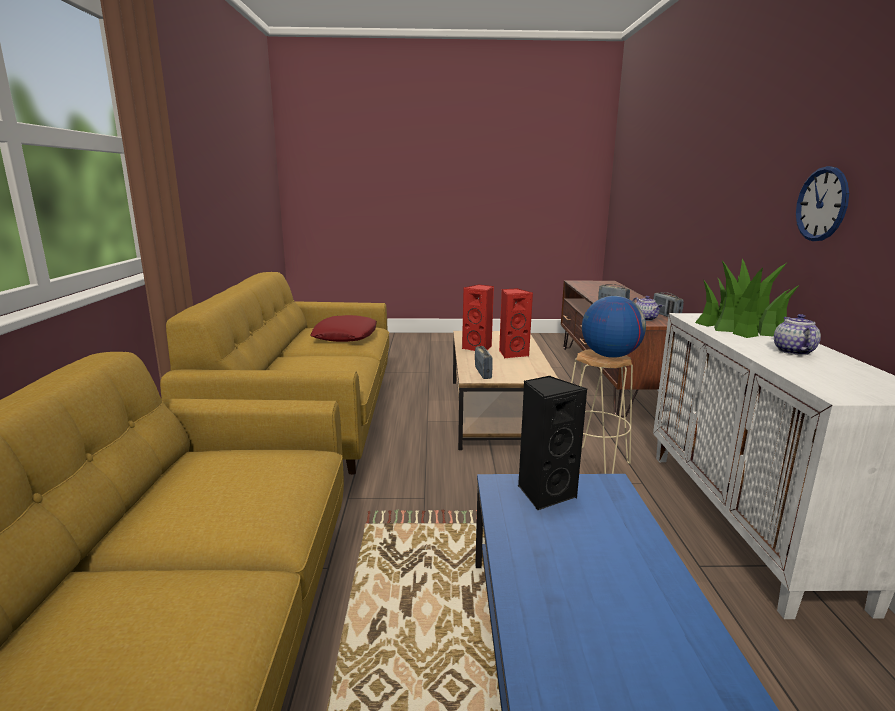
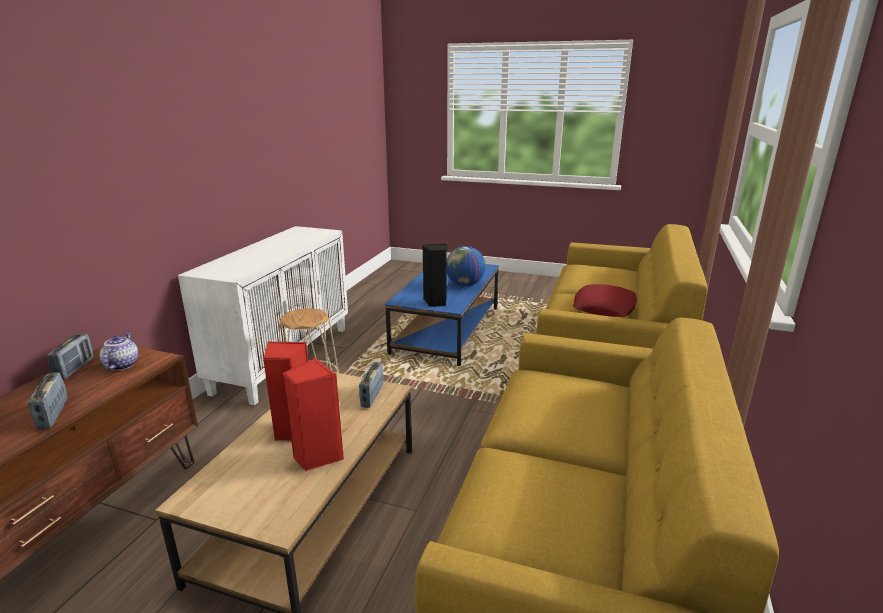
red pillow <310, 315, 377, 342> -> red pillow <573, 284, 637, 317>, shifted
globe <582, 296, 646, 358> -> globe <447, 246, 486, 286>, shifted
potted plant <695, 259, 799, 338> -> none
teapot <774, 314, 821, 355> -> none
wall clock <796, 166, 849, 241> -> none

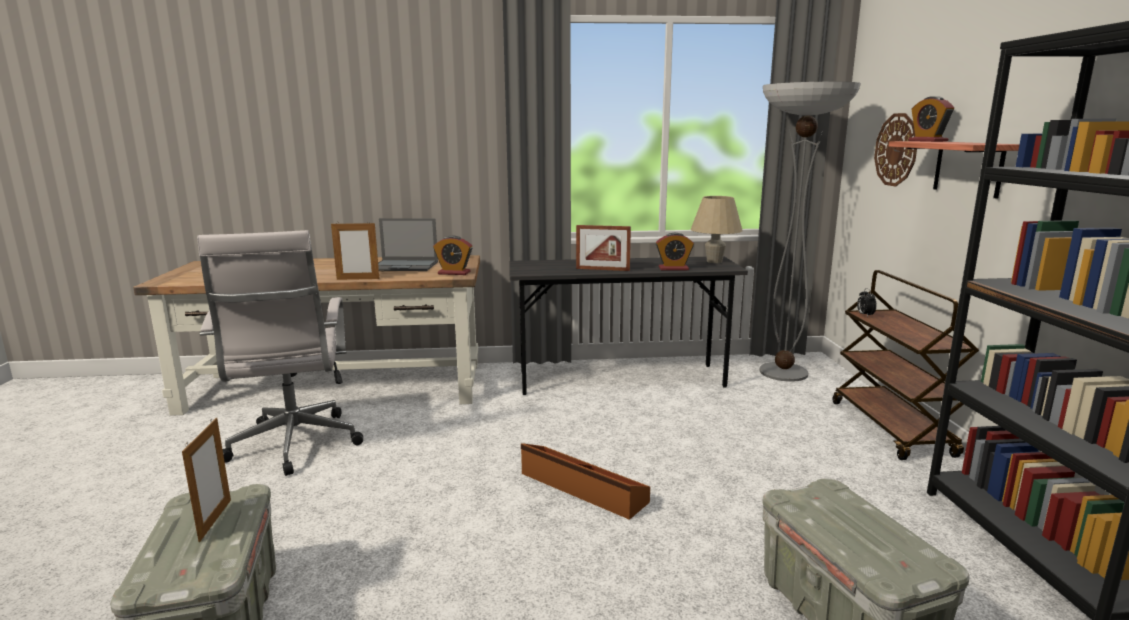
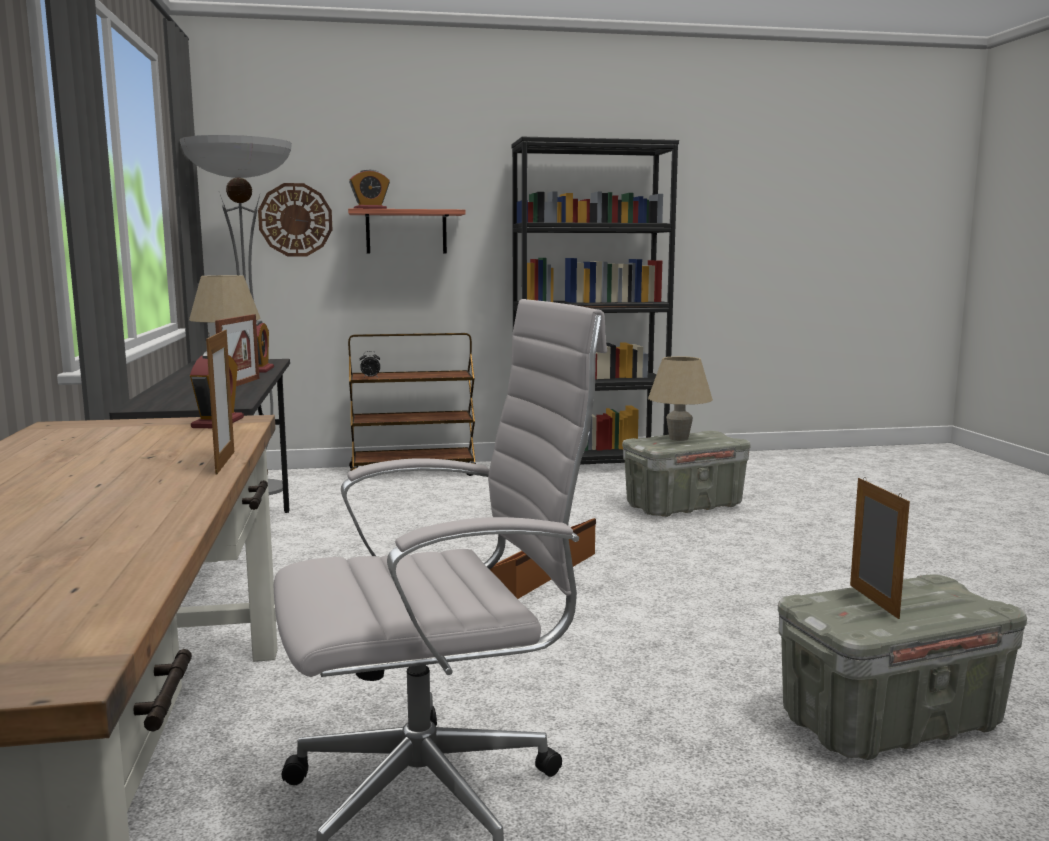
picture frame <182, 418, 231, 542> -> picture frame <850, 477, 910, 619>, 90 degrees clockwise
laptop <378, 218, 438, 271> -> none
none -> beige table lamp <648, 356, 713, 441>

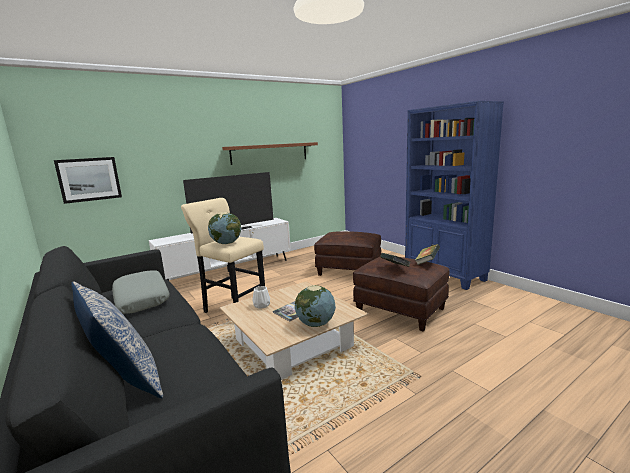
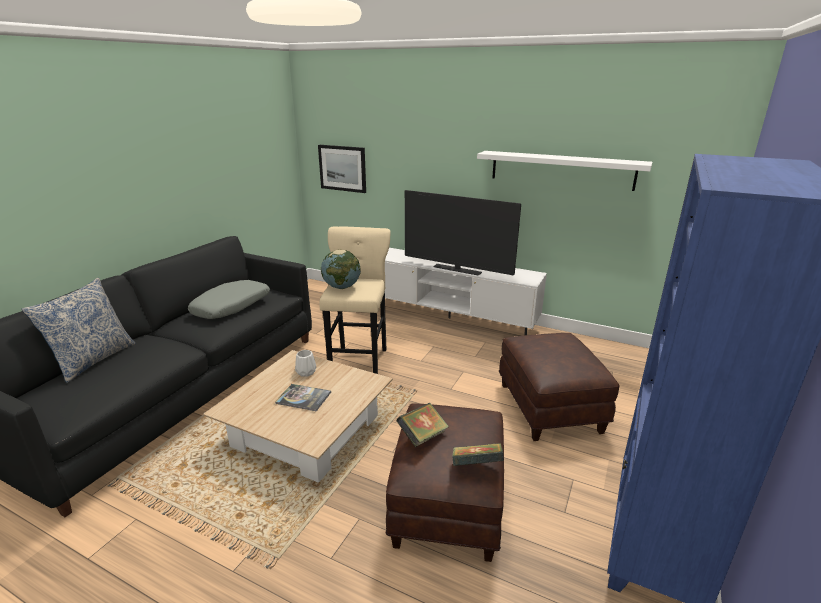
brown shelf <222, 142, 318, 165> -> white shelf <477, 151, 652, 191>
globe <295, 285, 336, 327> -> none

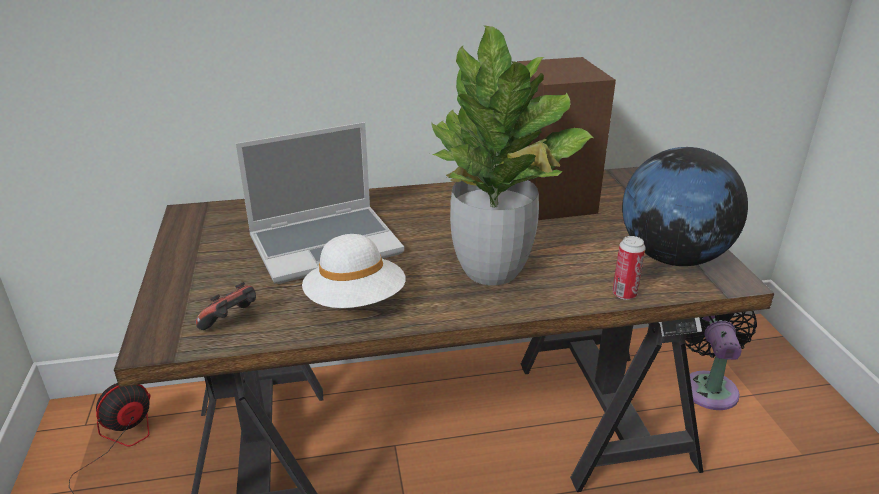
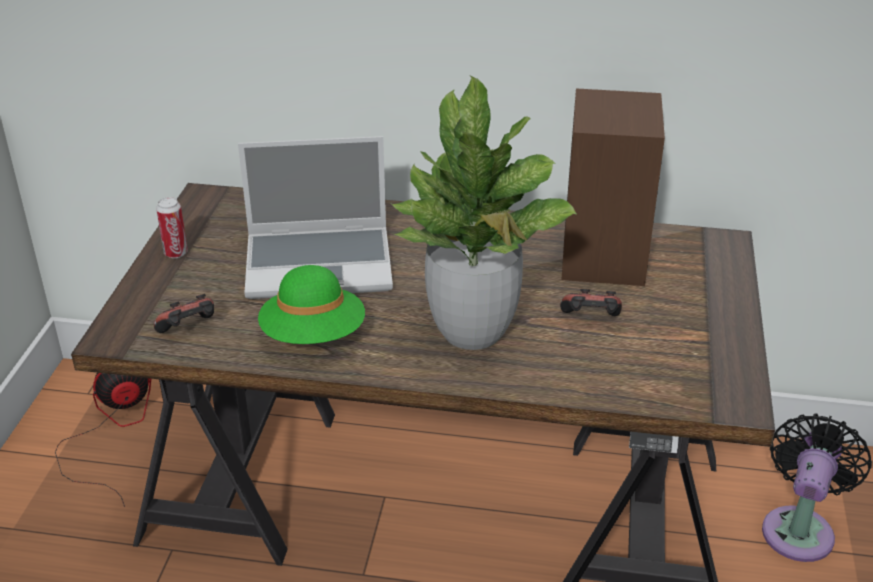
white hat <302, 234, 406, 308> -> green hat <258, 265, 365, 344>
can <612, 236, 646, 300> -> can <156, 197, 188, 258>, shifted
globe <622, 147, 748, 266> -> none
none -> game controller <560, 289, 622, 316>

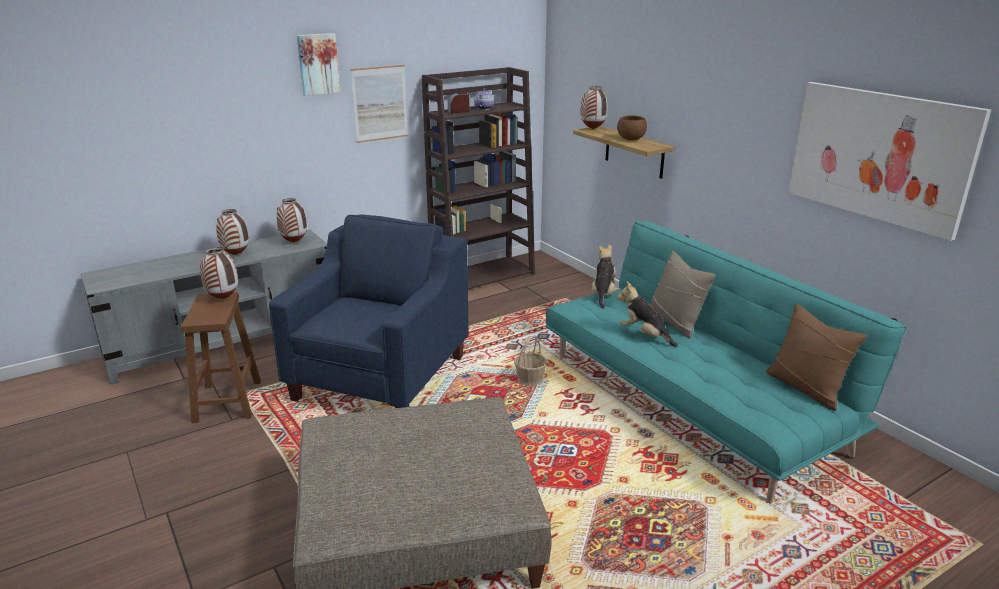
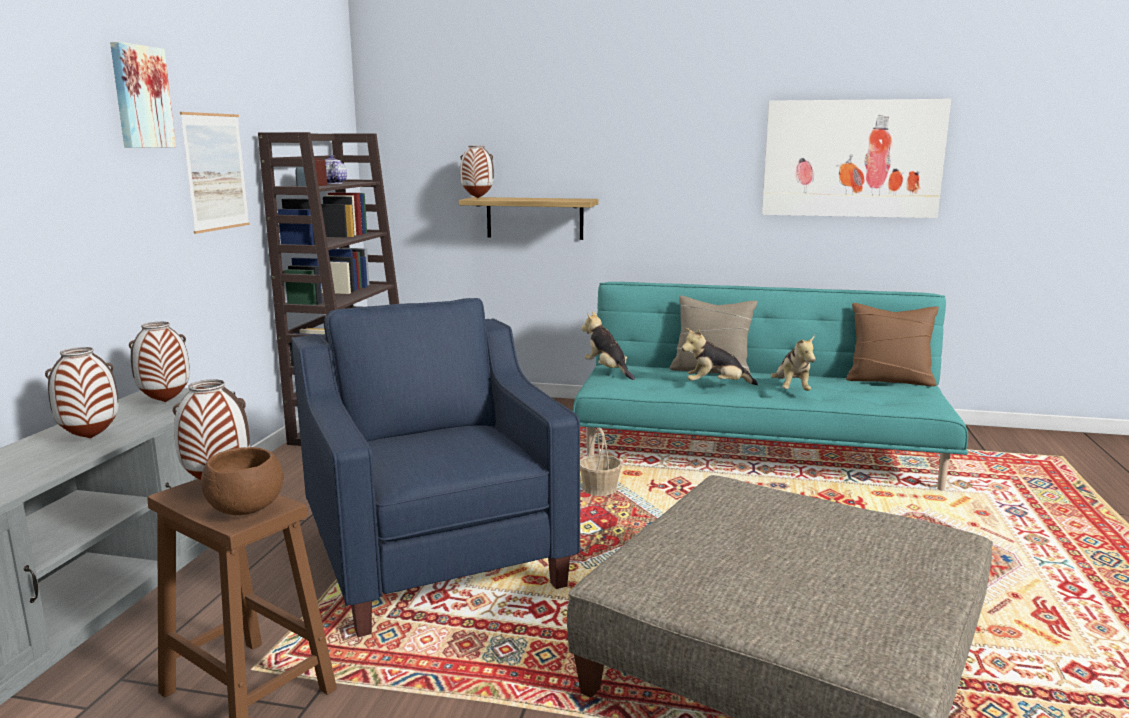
brown bowl <617, 115, 647, 140> -> brown bowl <201, 447, 283, 515>, shifted
none -> plush toy <771, 335, 815, 391>

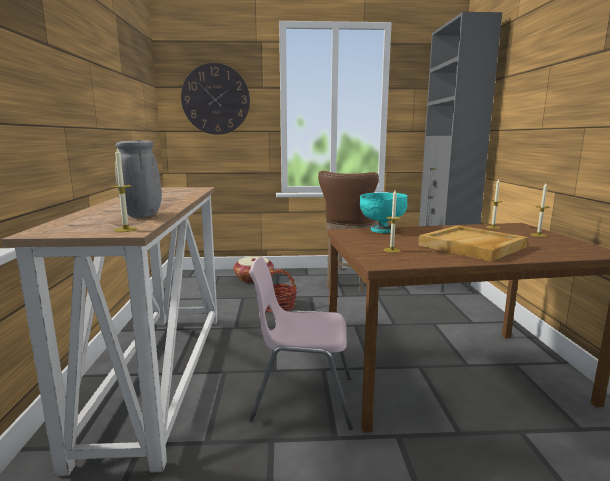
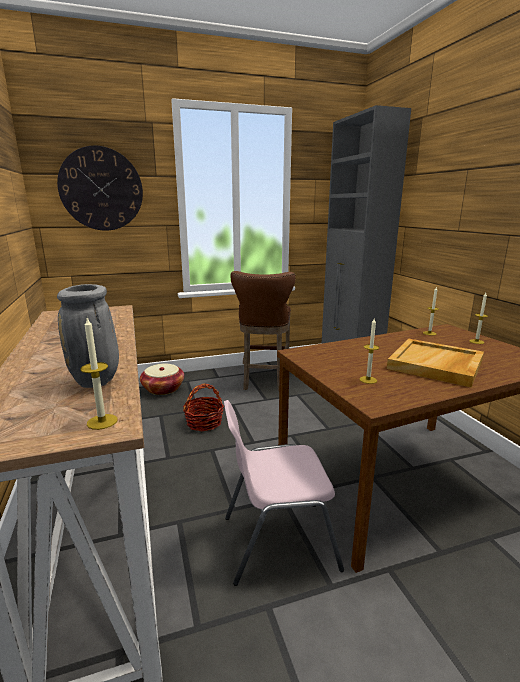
turquoise bowl <360, 192, 407, 233> -> none

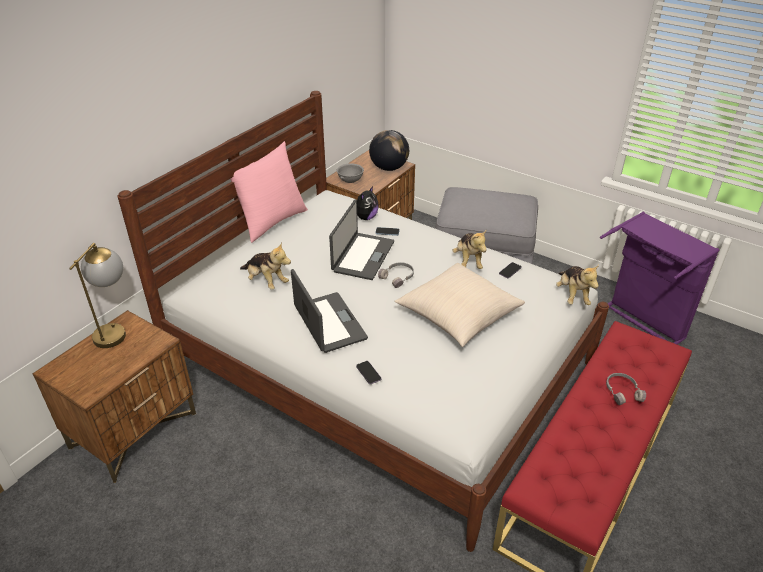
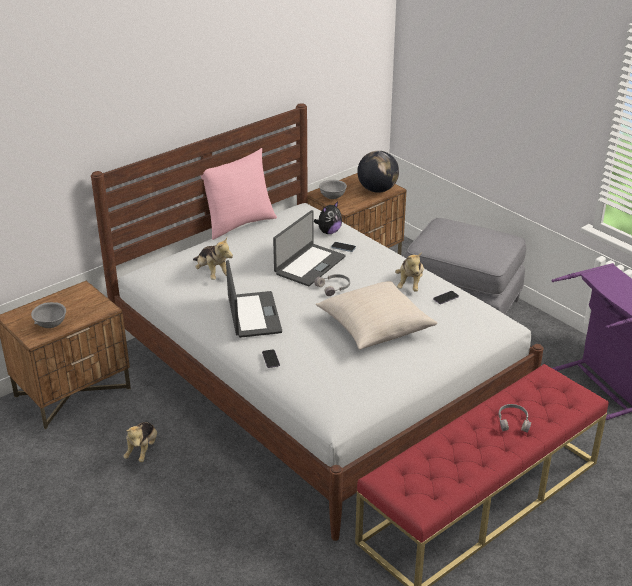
table lamp <69, 243, 126, 348> -> none
plush toy <556, 265, 599, 305> -> plush toy <124, 422, 157, 462>, shifted
none -> grey bowl <31, 302, 66, 328>

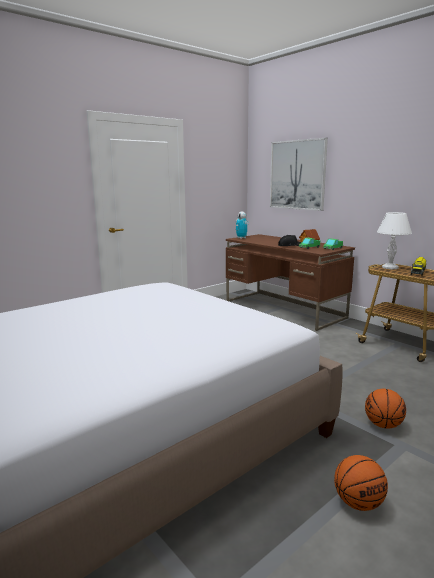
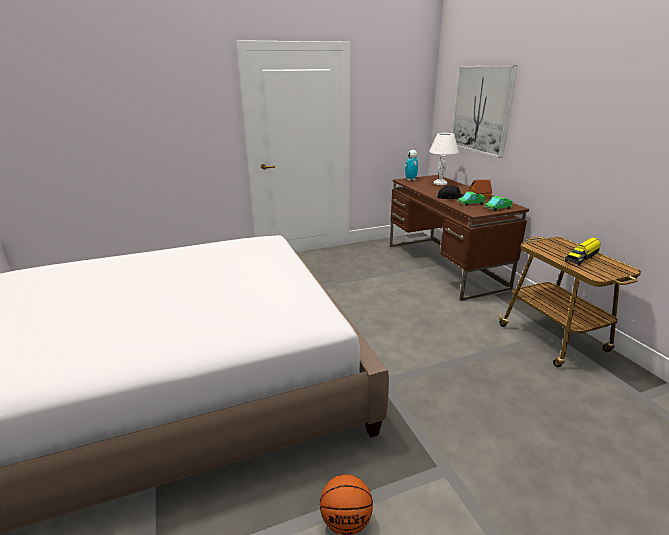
basketball <365, 389, 406, 429> -> none
white table lamp <377, 212, 412, 269> -> white table lamp <429, 133, 459, 185>, shifted

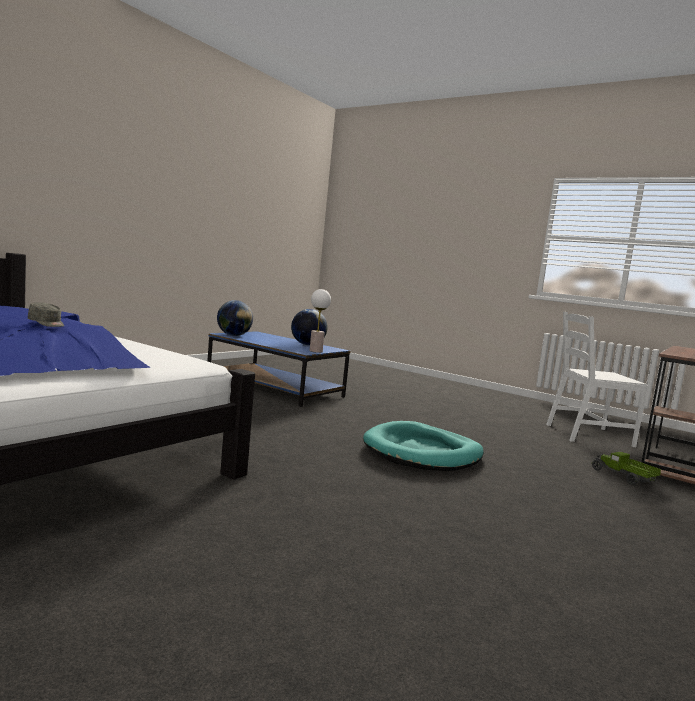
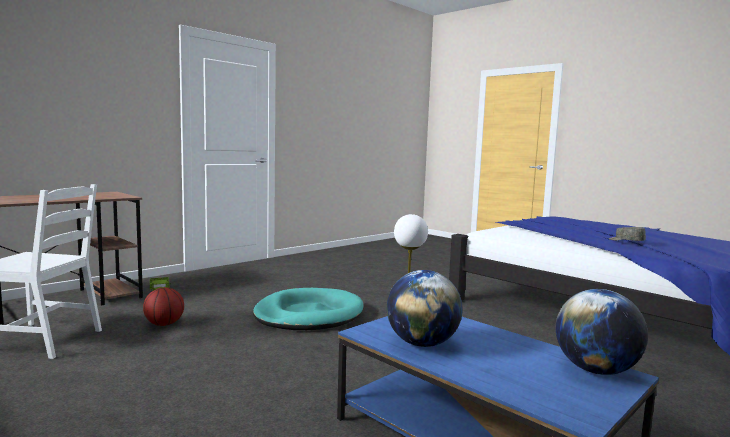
none -> basketball <143, 287, 184, 326>

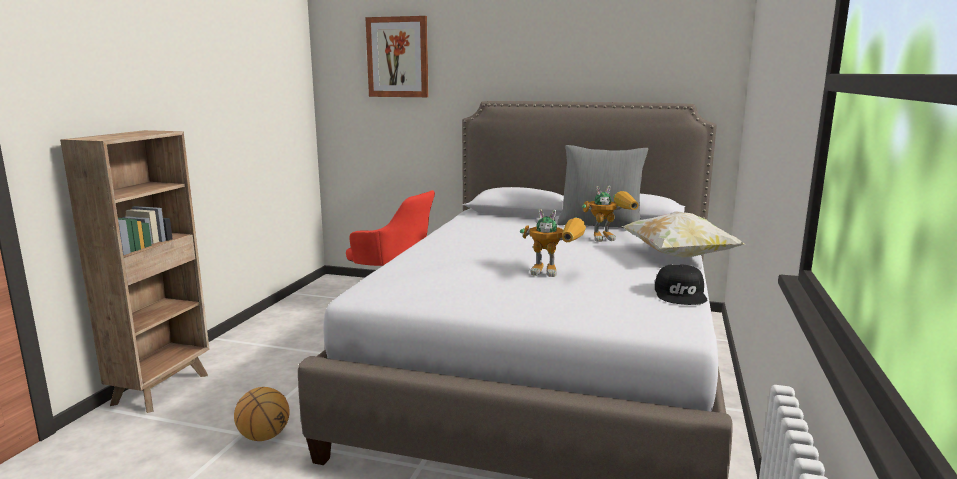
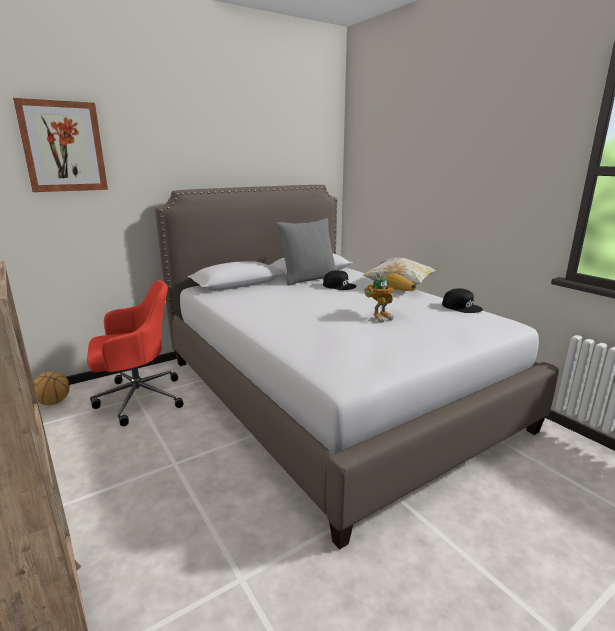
basketball <234, 387, 290, 441> -> basketball <33, 371, 70, 405>, shifted
toy robot <582, 186, 639, 242> -> black cap <323, 270, 357, 290>

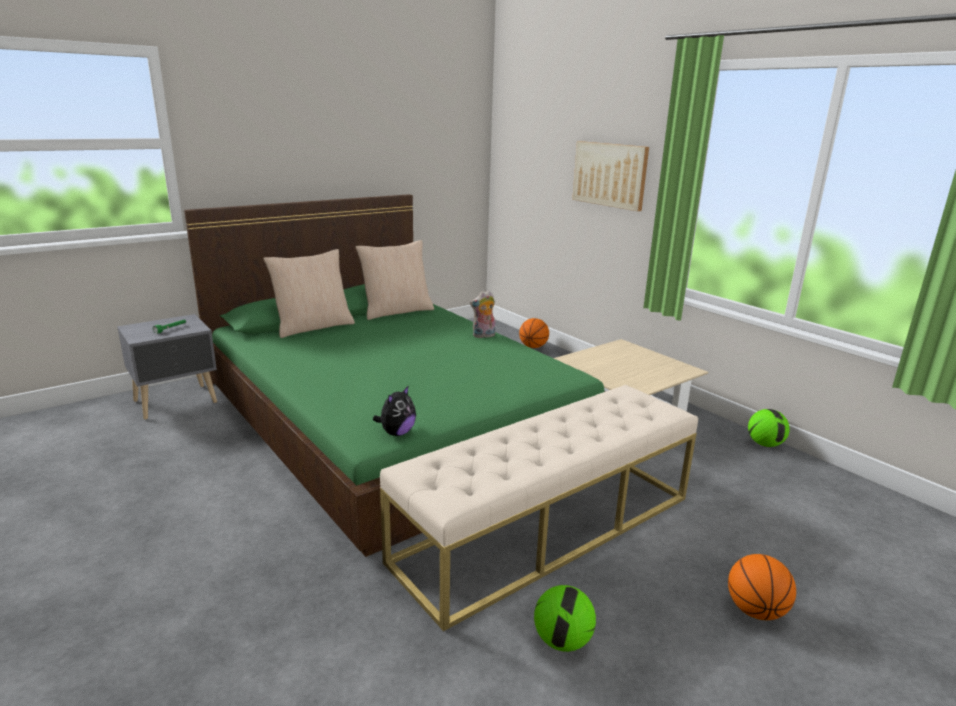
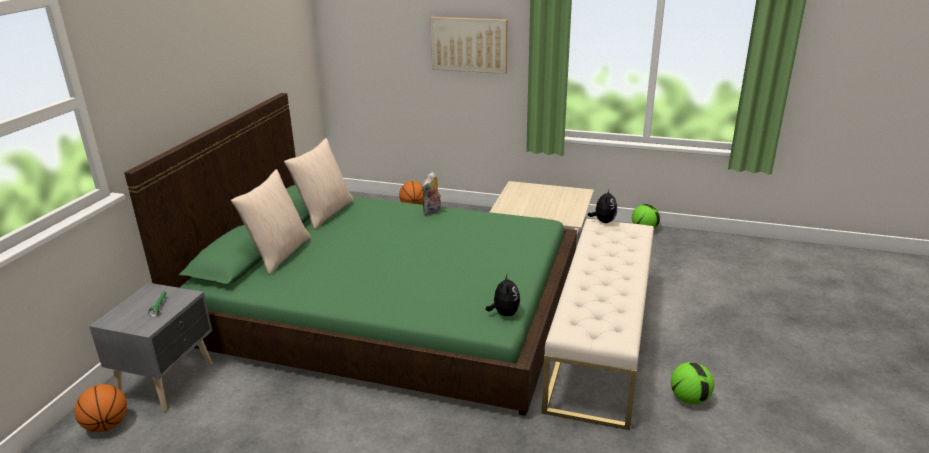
basketball <728, 554, 796, 620> -> basketball <75, 384, 127, 432>, shifted
none -> plush toy <588, 188, 617, 223>

